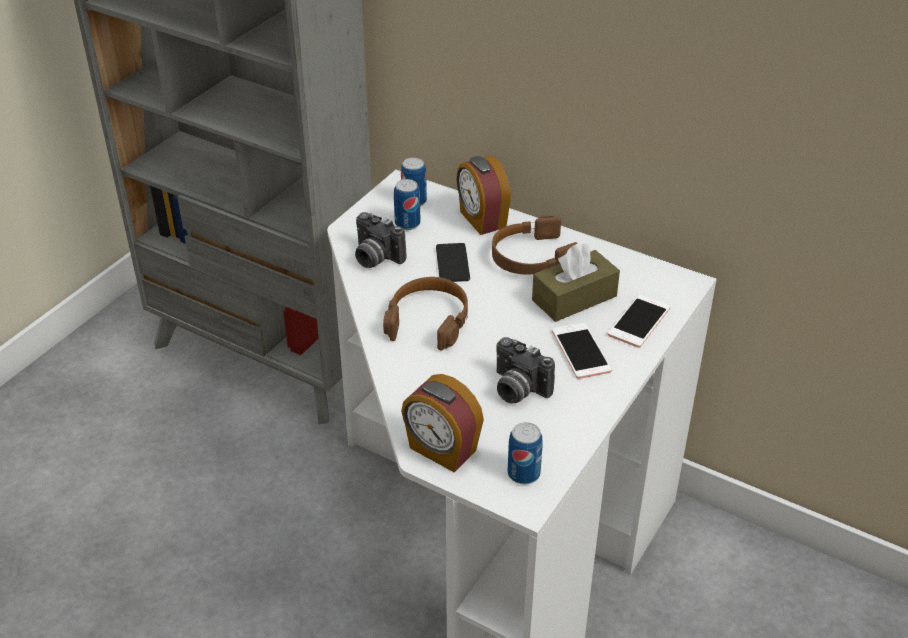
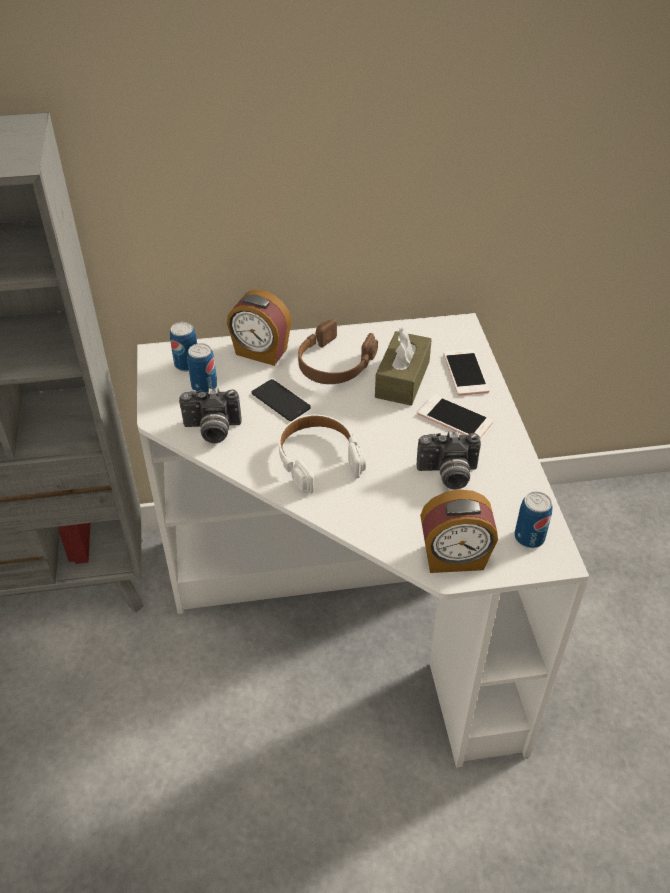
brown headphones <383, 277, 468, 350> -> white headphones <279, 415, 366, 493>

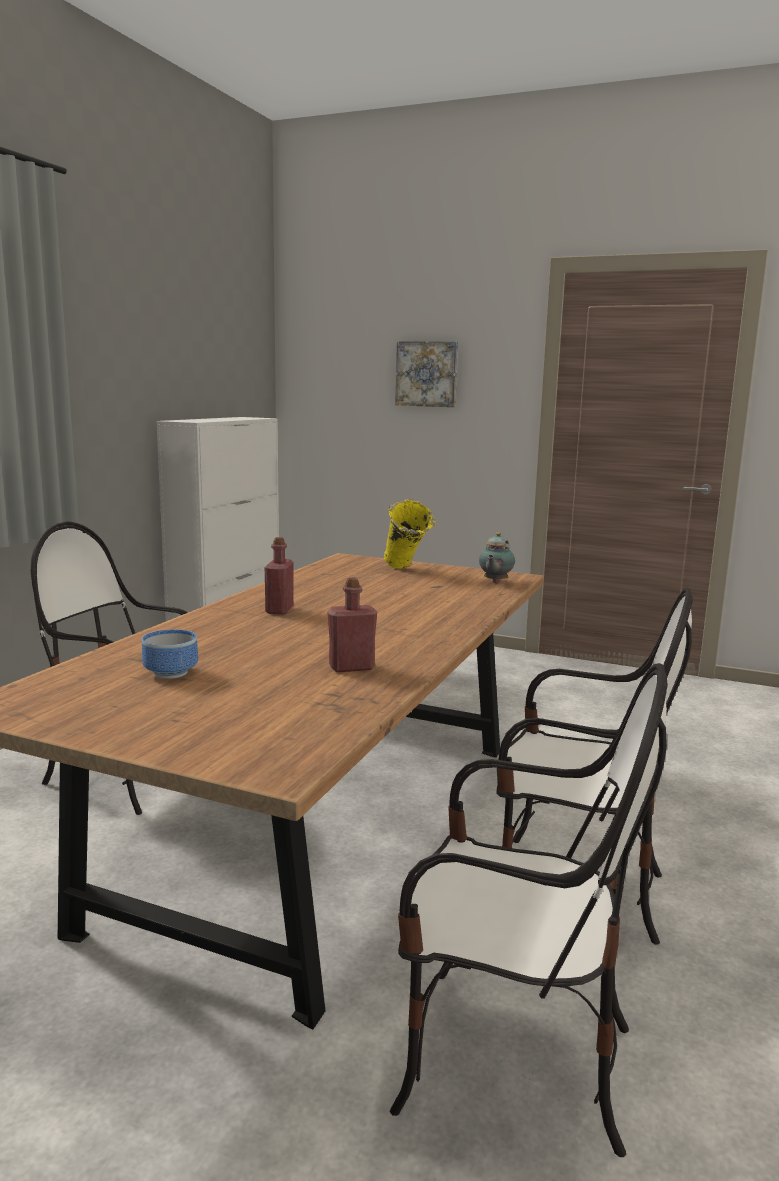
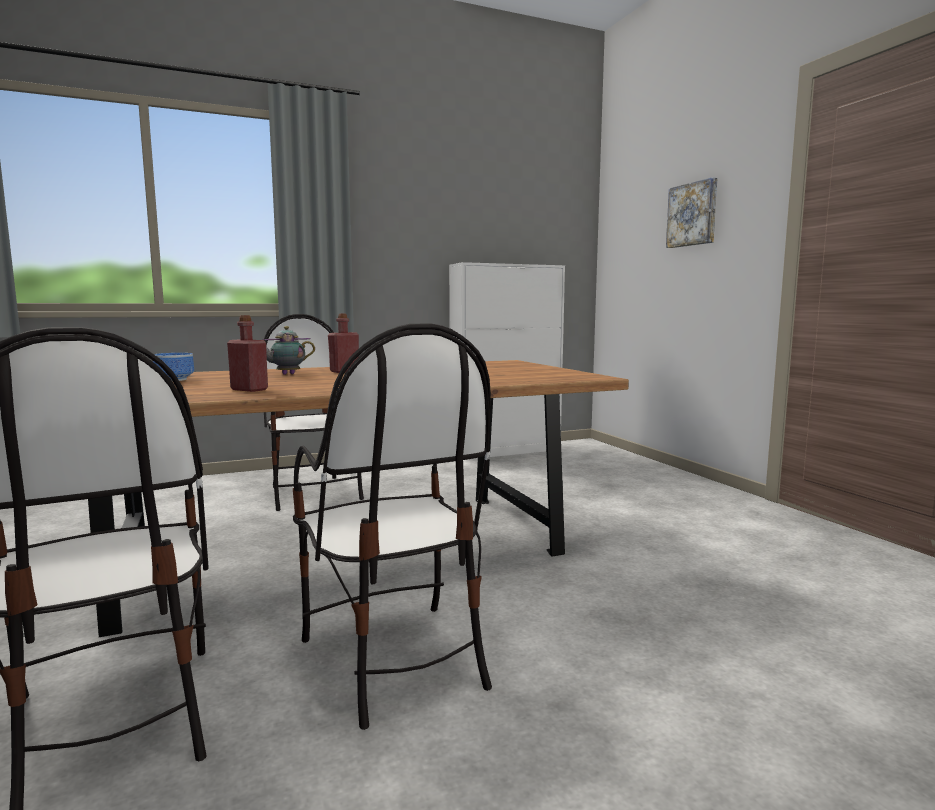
yellow vase <384, 499, 436, 569> -> none
teapot <479, 532, 515, 583> -> teapot <262, 326, 315, 375>, shifted

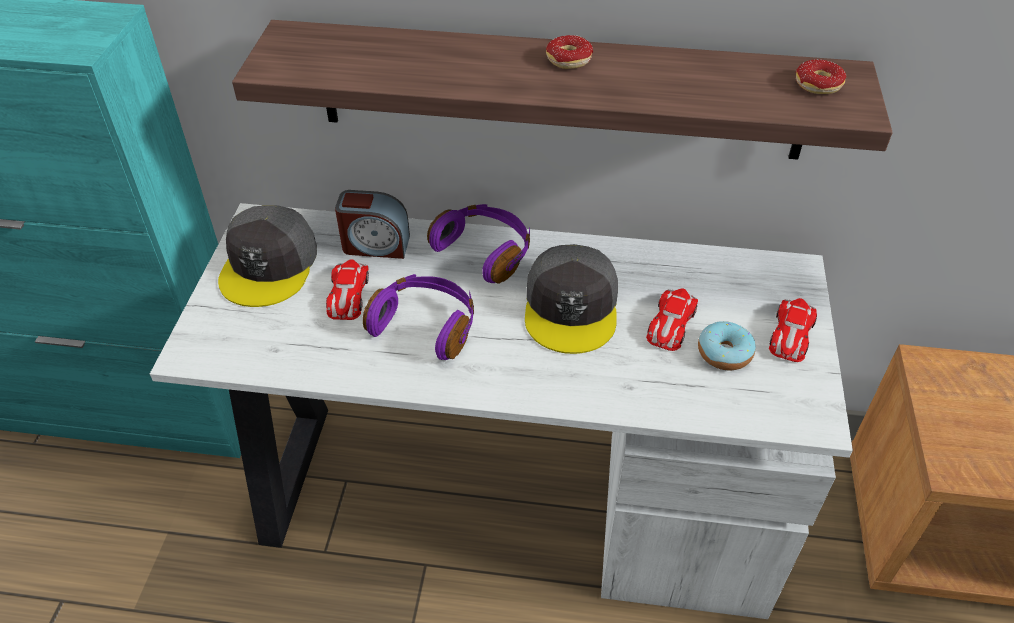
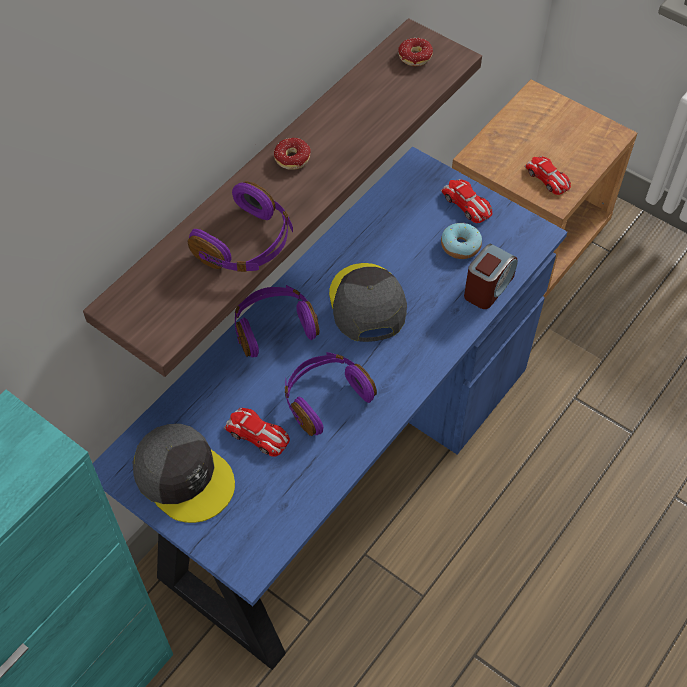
white desk <150, 203, 853, 619> -> blue desk <92, 147, 567, 670>
alarm clock <335, 190, 410, 259> -> alarm clock <464, 244, 518, 309>, shifted
grey cap <525, 244, 618, 354> -> grey cap <329, 263, 407, 342>, 135 degrees counterclockwise
toy car <646, 288, 698, 351> -> toy car <524, 156, 571, 195>, shifted
none -> purple headphones <188, 181, 293, 272>

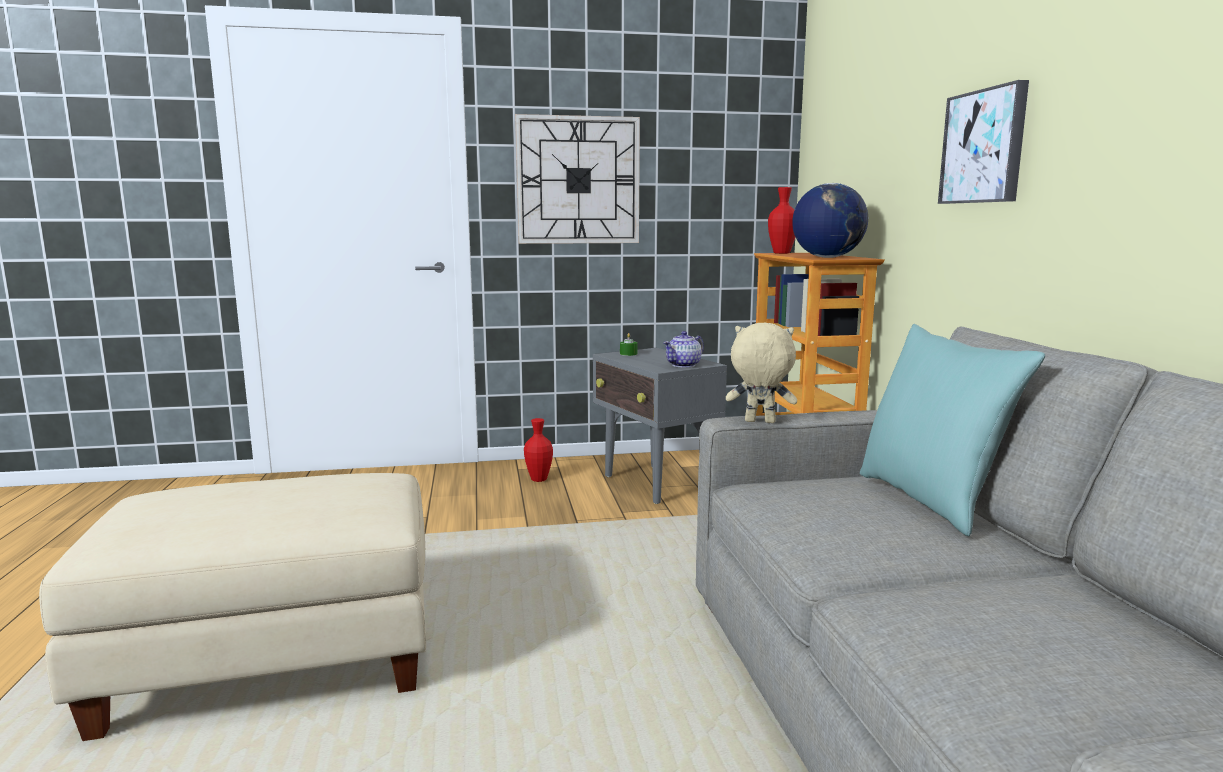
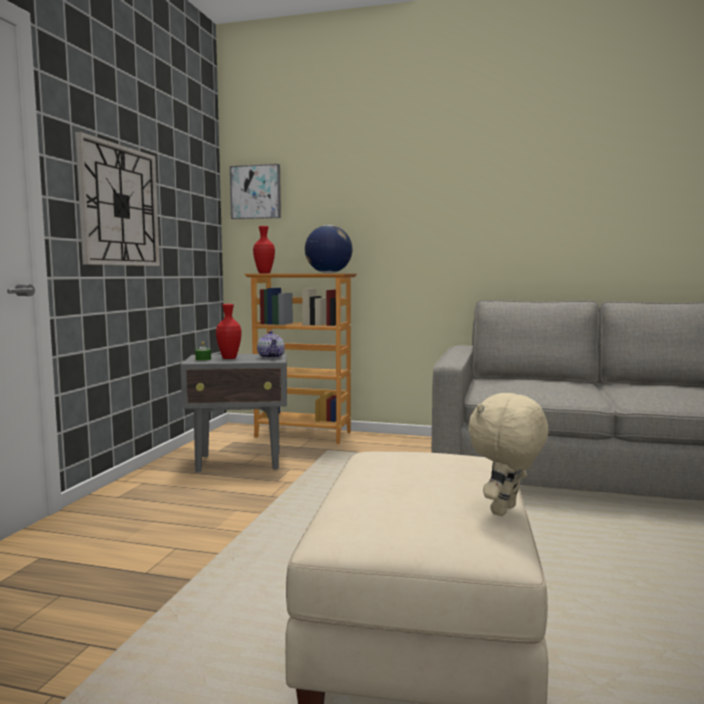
red vase <524, 418, 553, 482> -> red vase <216, 304, 241, 359>, shifted
beige plush toy <726, 323, 797, 423> -> beige plush toy <468, 393, 549, 516>, shifted
turquoise pillow <860, 324, 1045, 536> -> none
picture <938, 80, 1029, 204> -> picture <230, 164, 281, 219>, shifted

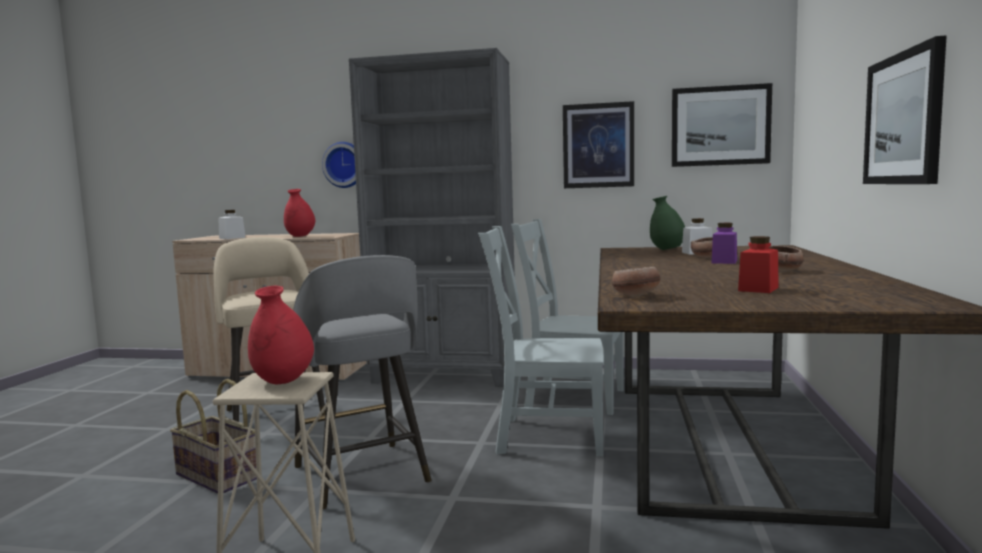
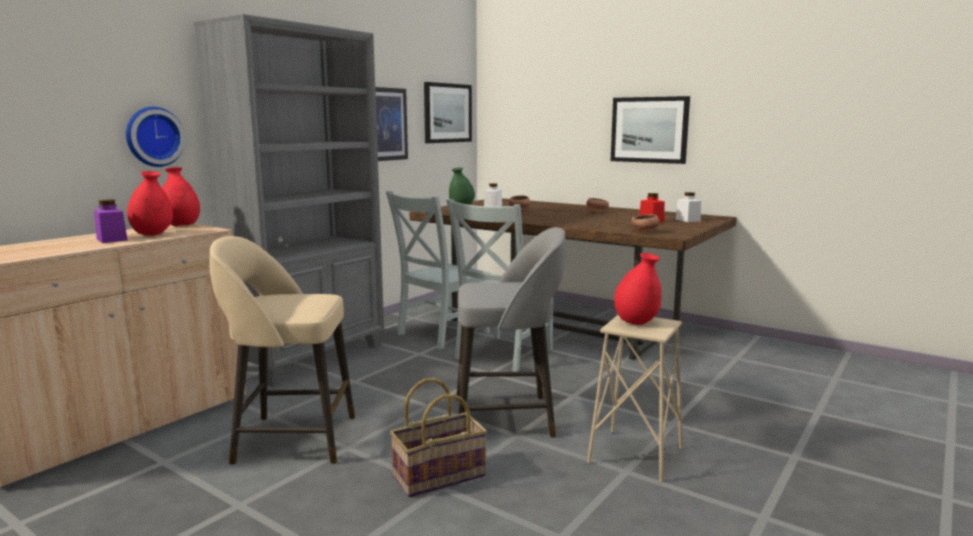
white jar <218, 210, 246, 239> -> white jar <676, 192, 701, 222>, shifted
purple jar <711, 223, 737, 264> -> purple jar <94, 199, 128, 243>, shifted
none -> red vase <162, 167, 200, 226>

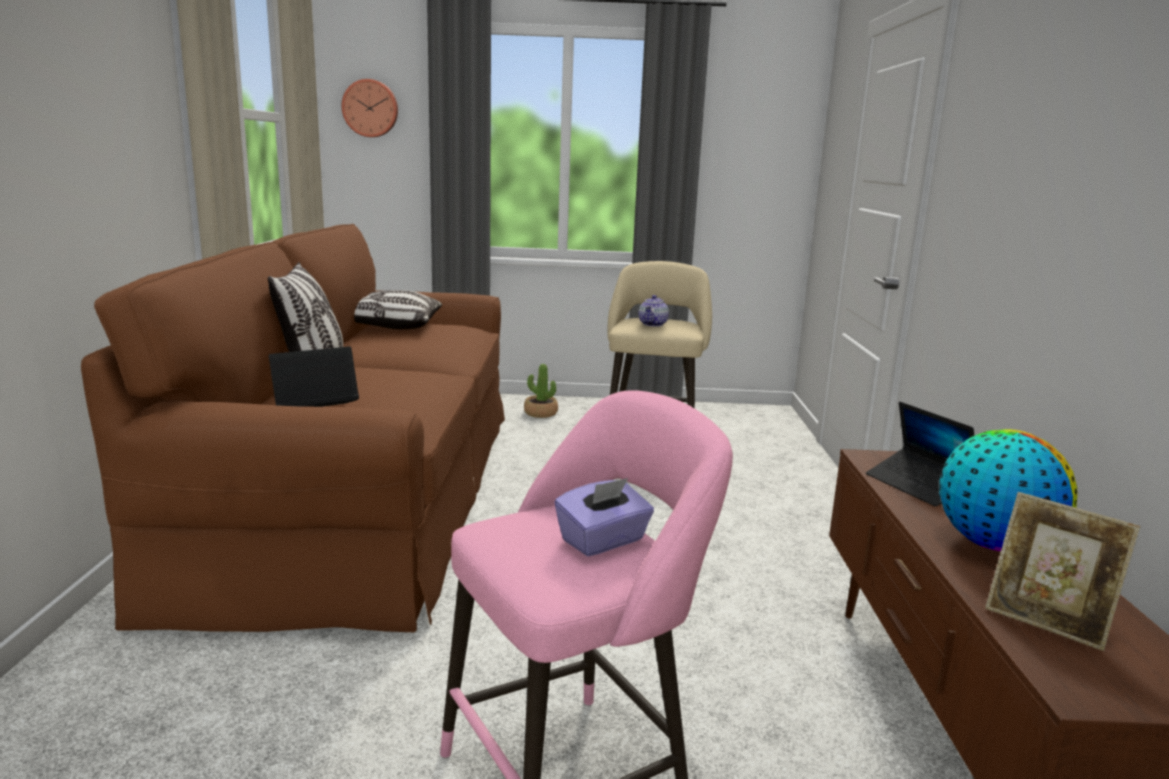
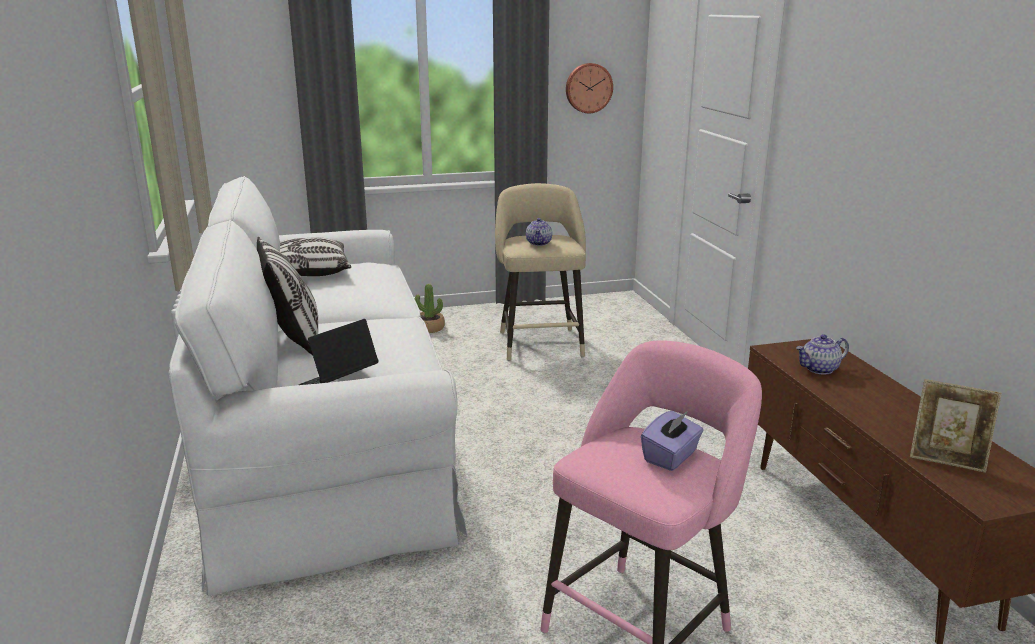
brown sofa <81, 224, 505, 633> -> white sofa <169, 176, 468, 596>
wall clock <342, 79, 398, 137> -> wall clock <566, 63, 613, 113>, shifted
laptop <866, 402, 974, 507> -> teapot <796, 334, 849, 375>
globe <939, 429, 1077, 552> -> none

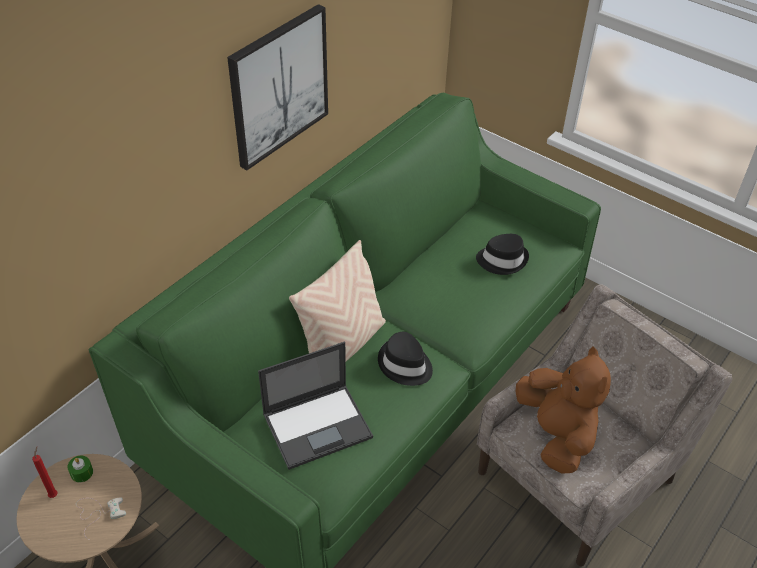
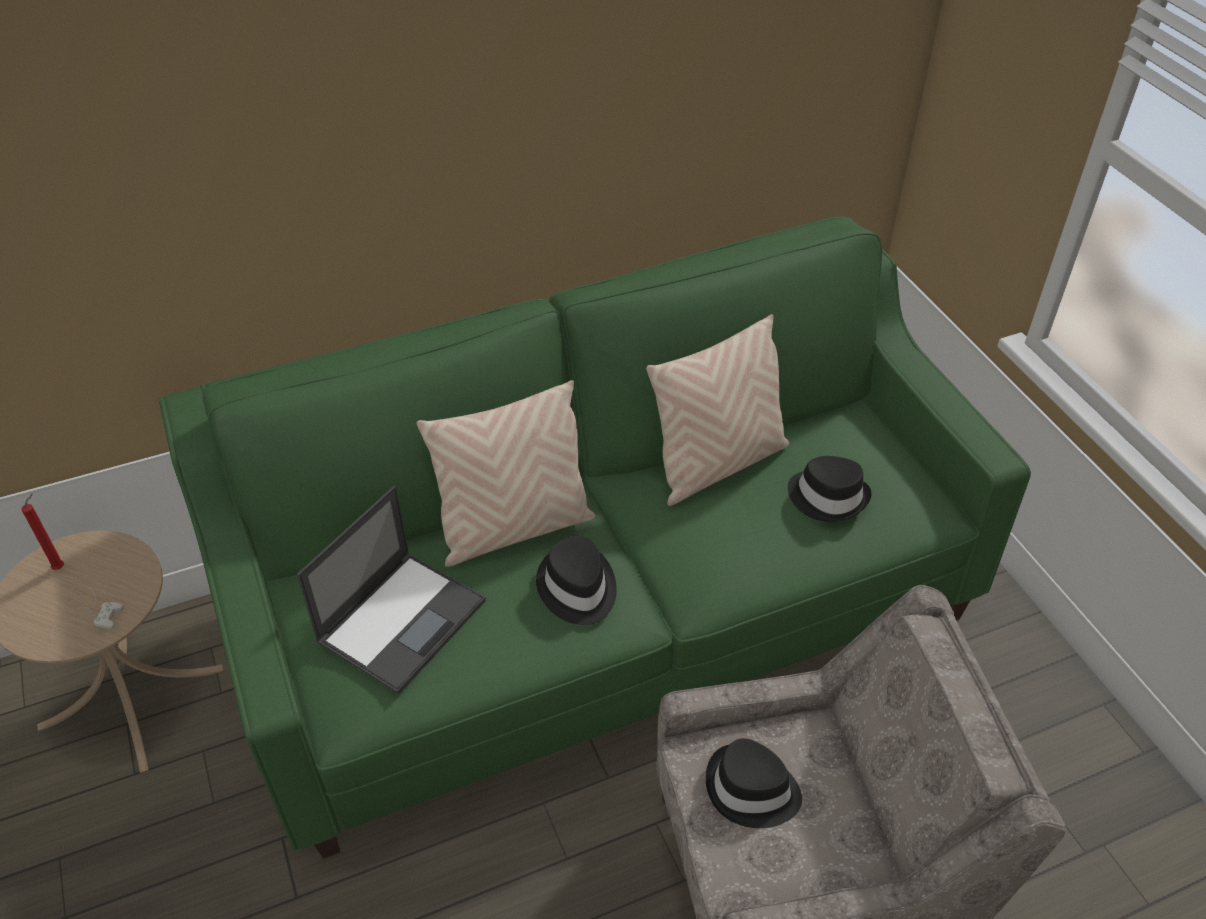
green candle <67, 456, 93, 482> -> none
picture <227, 4, 328, 170> -> none
laptop <258, 342, 373, 470> -> laptop <297, 486, 486, 694>, 60 degrees counterclockwise
brown plush toy <516, 347, 611, 474> -> black hat <705, 738, 802, 828>
none -> beige pillow <646, 314, 789, 506>

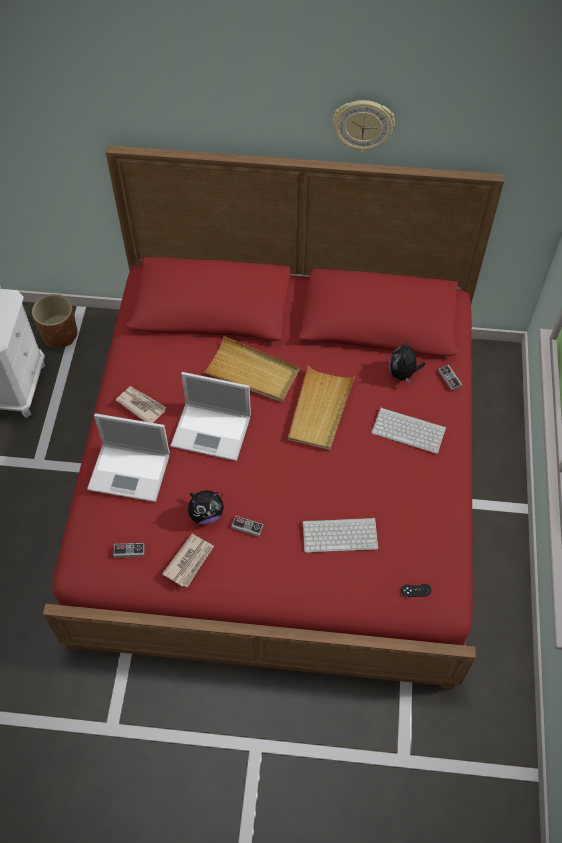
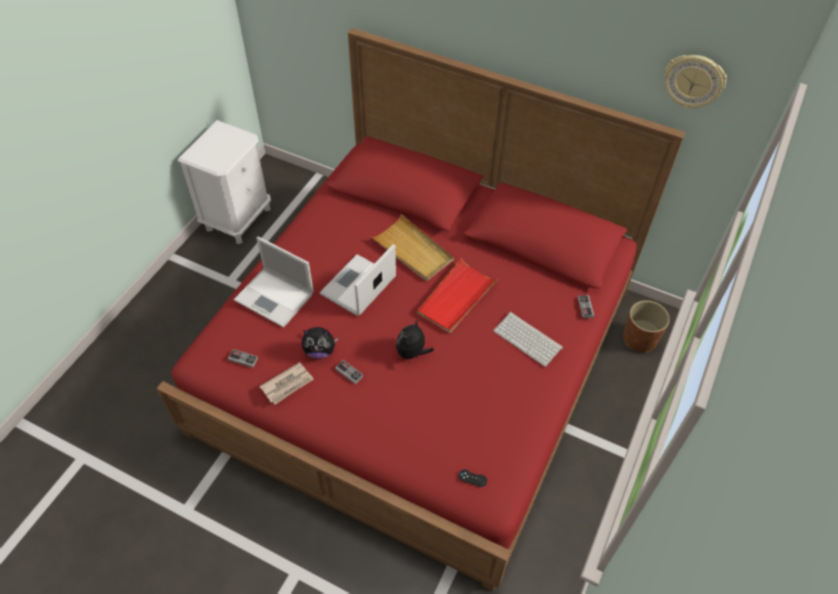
brown planter <32, 294, 78, 348> -> brown planter <623, 300, 670, 352>, shifted
newspaper <116, 386, 166, 423> -> none
laptop <170, 372, 251, 461> -> laptop <320, 244, 396, 316>, 90 degrees clockwise
beige tray <288, 365, 355, 450> -> red tray <417, 258, 499, 333>
keyboard <303, 518, 378, 553> -> none
wall clock <333, 100, 395, 152> -> wall clock <664, 55, 727, 108>, shifted
plush toy <389, 340, 425, 383> -> plush toy <396, 320, 434, 362>, shifted

